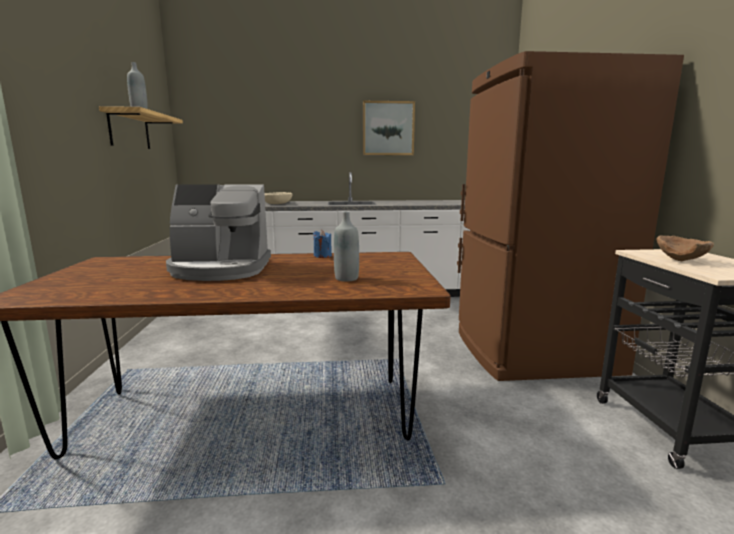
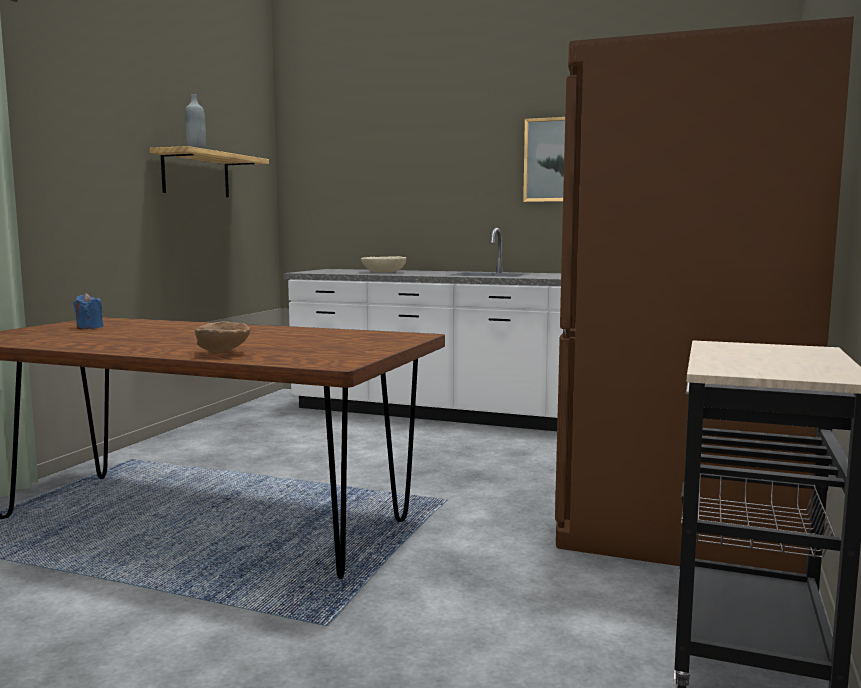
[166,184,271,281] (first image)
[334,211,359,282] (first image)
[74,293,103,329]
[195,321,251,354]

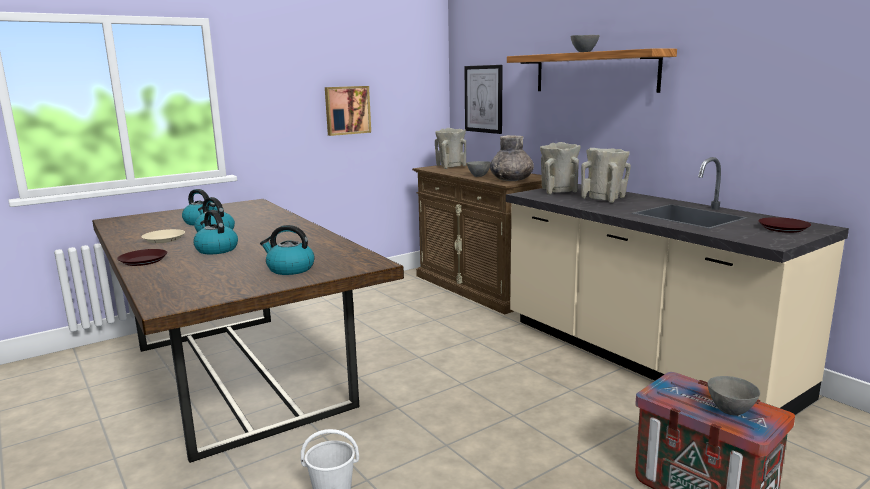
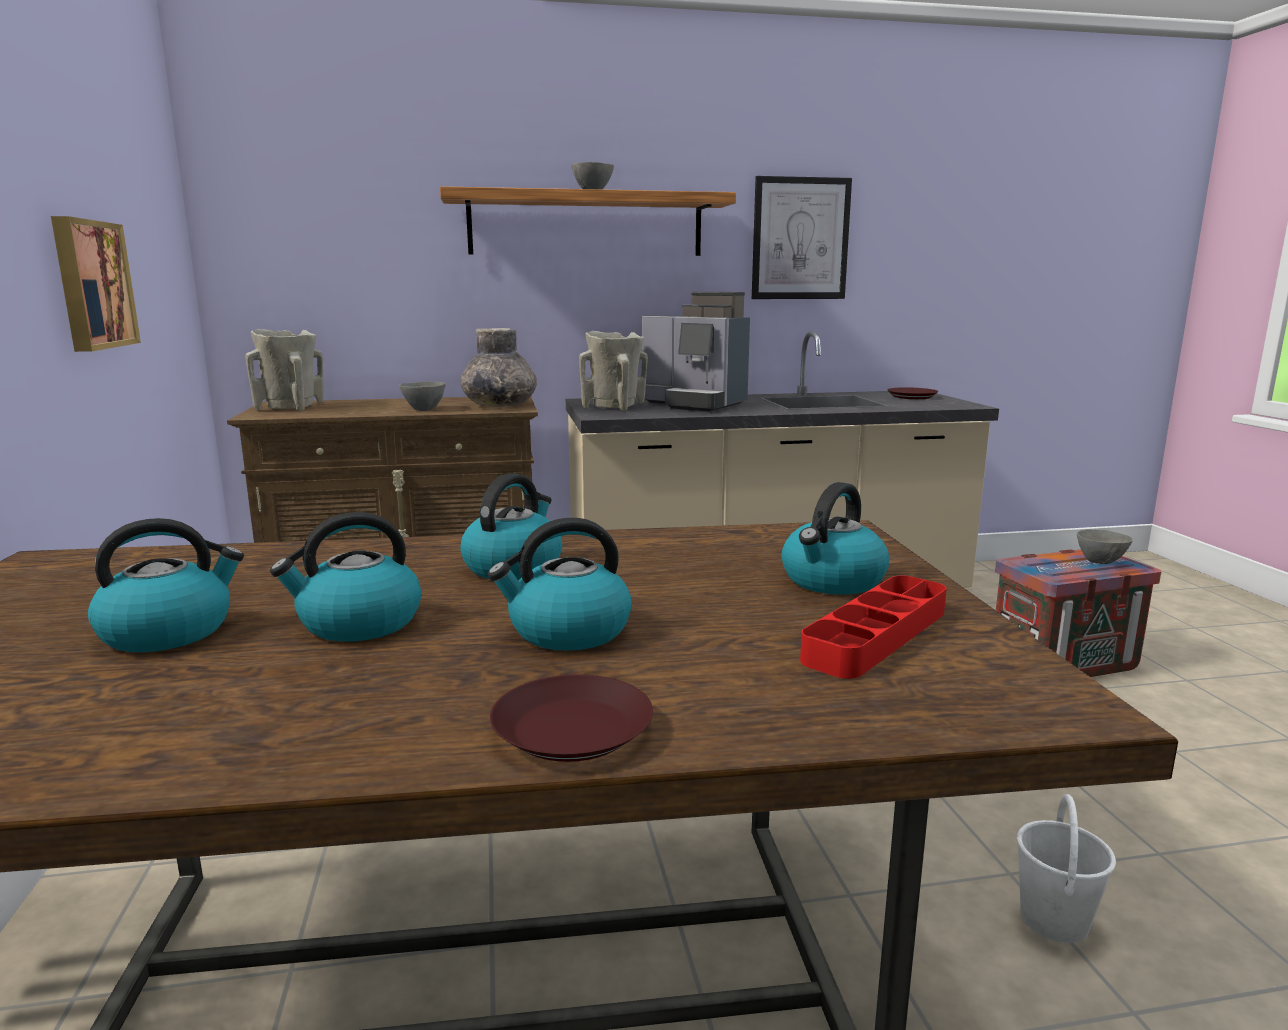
[752,176,852,299]
[642,292,750,412]
[141,229,185,243] (first image)
[460,473,562,580]
[800,576,947,679]

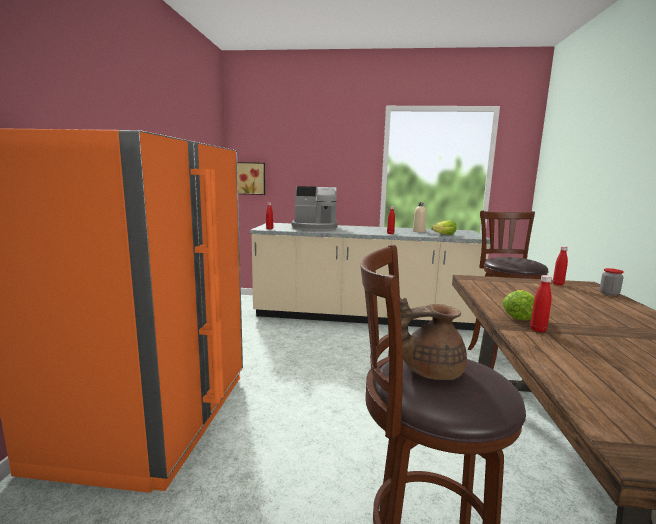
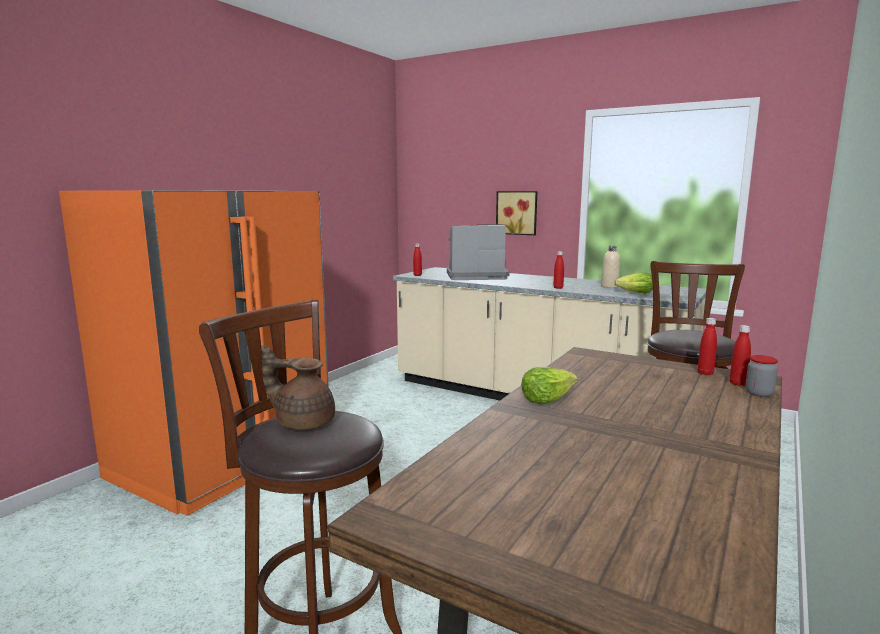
[496,191,537,235]
[447,224,509,280]
[730,325,751,386]

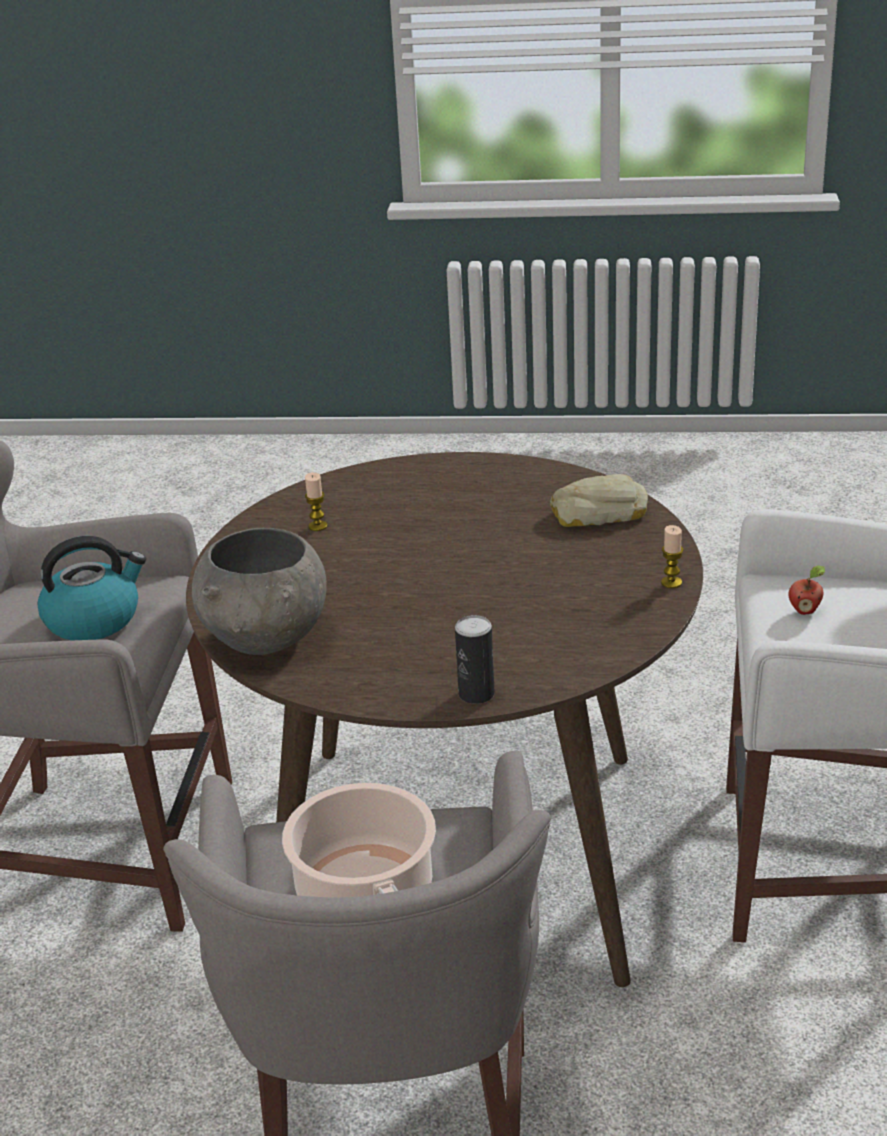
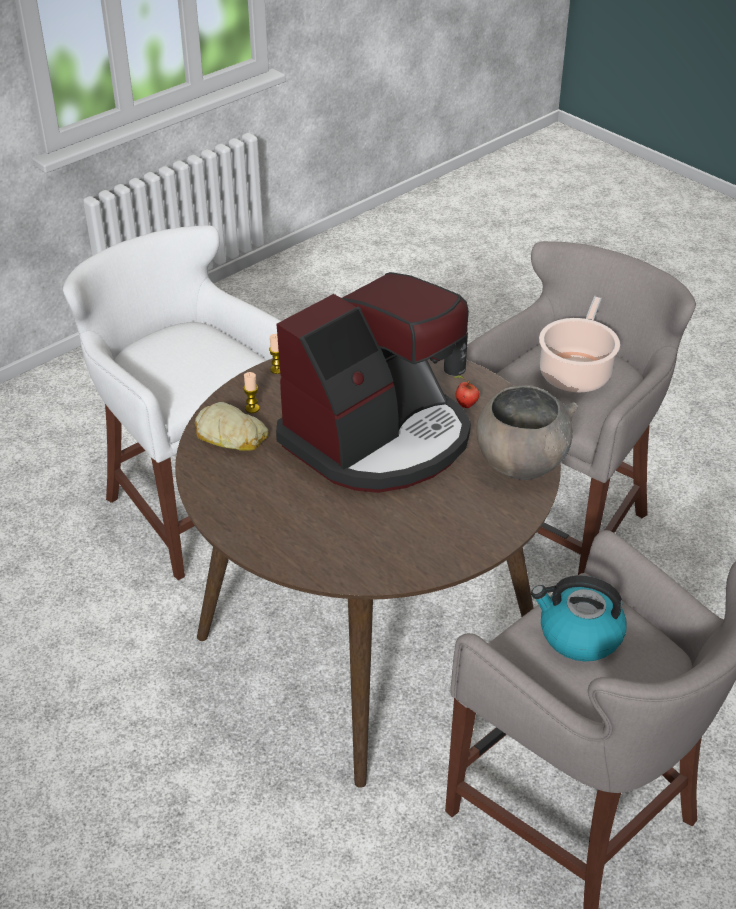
[243,372,260,413]
[453,376,480,408]
[276,272,471,493]

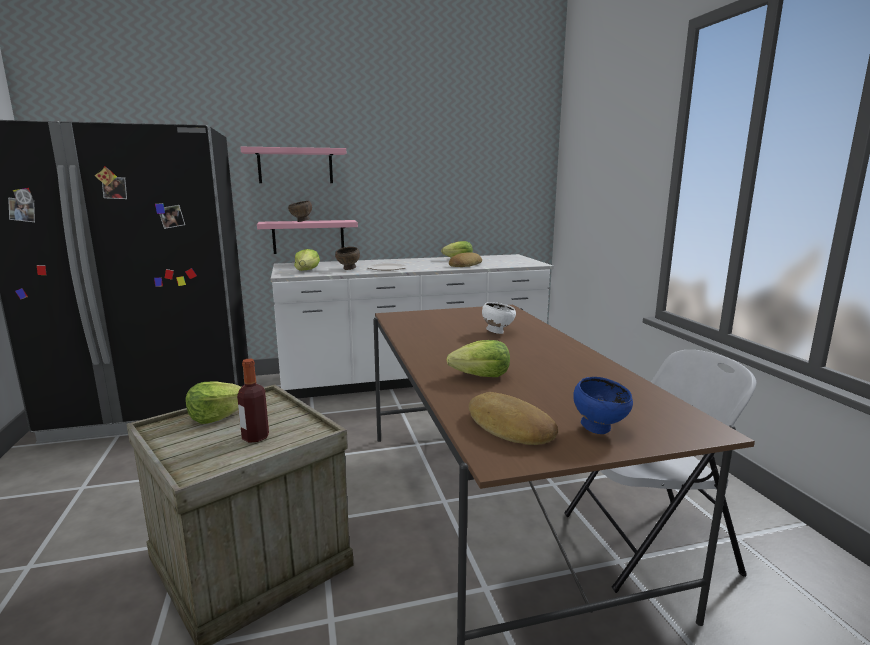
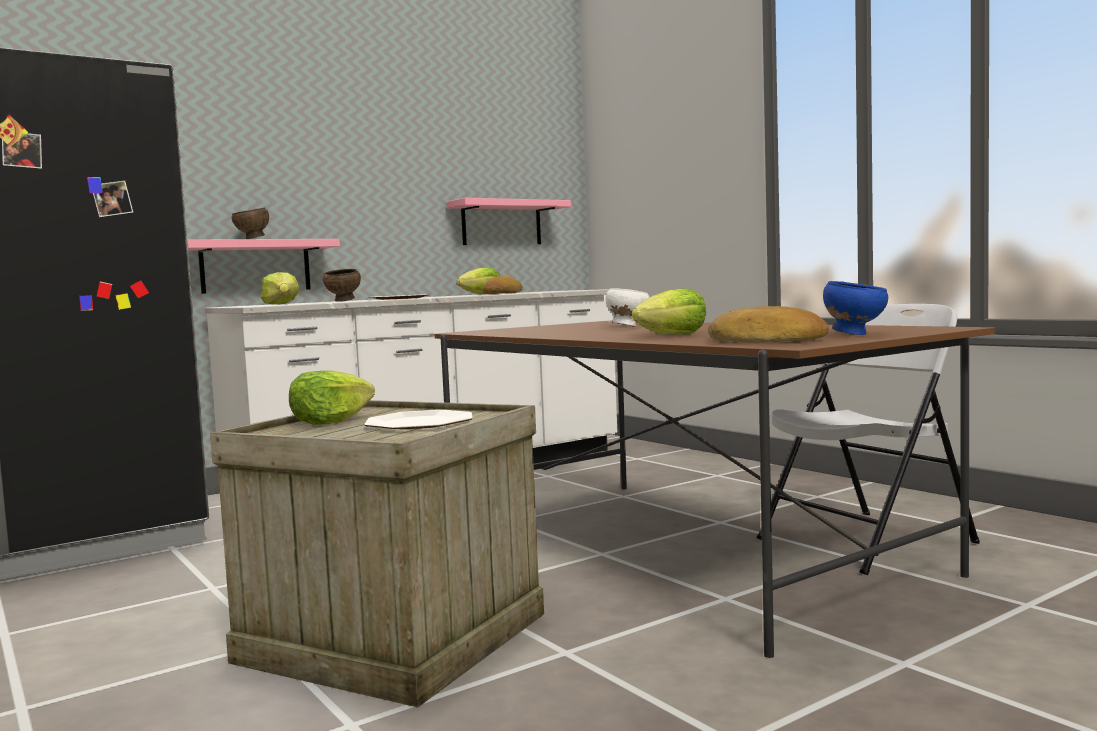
[447,198,572,245]
[364,410,472,429]

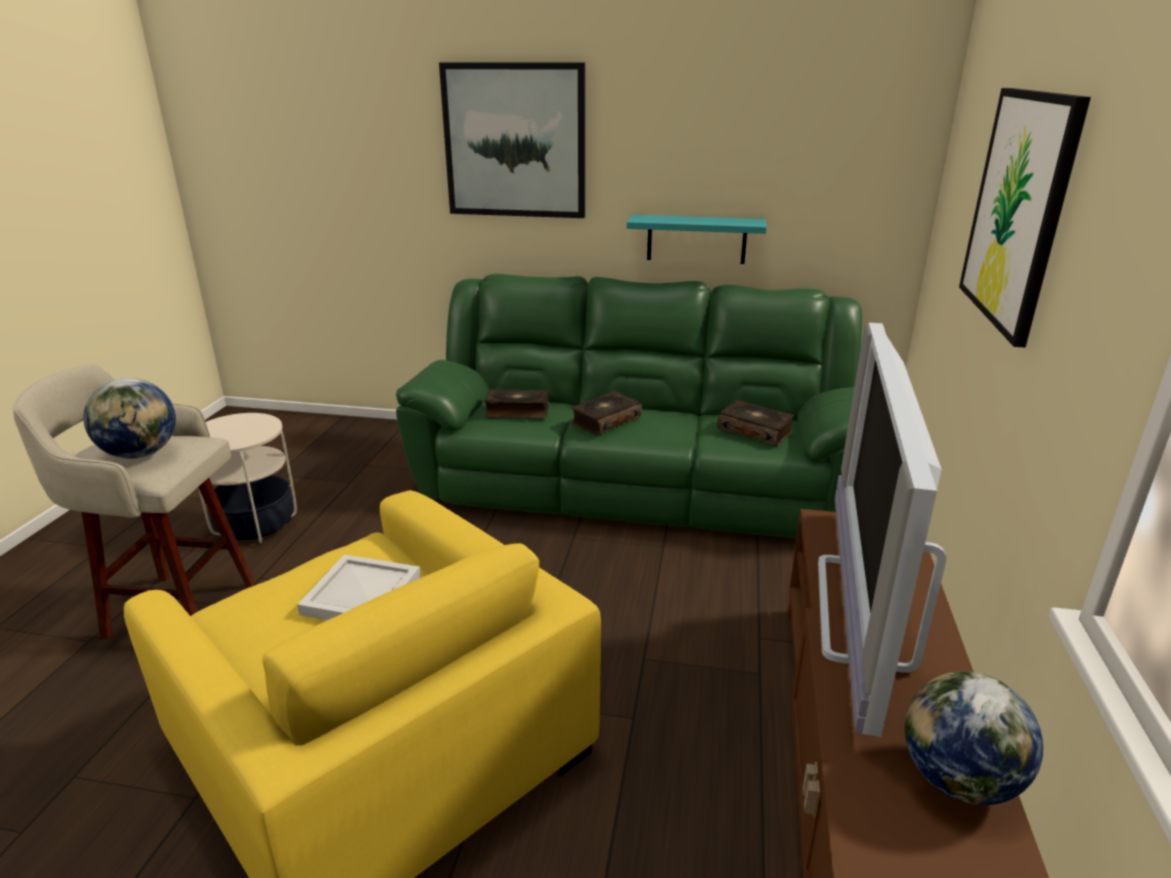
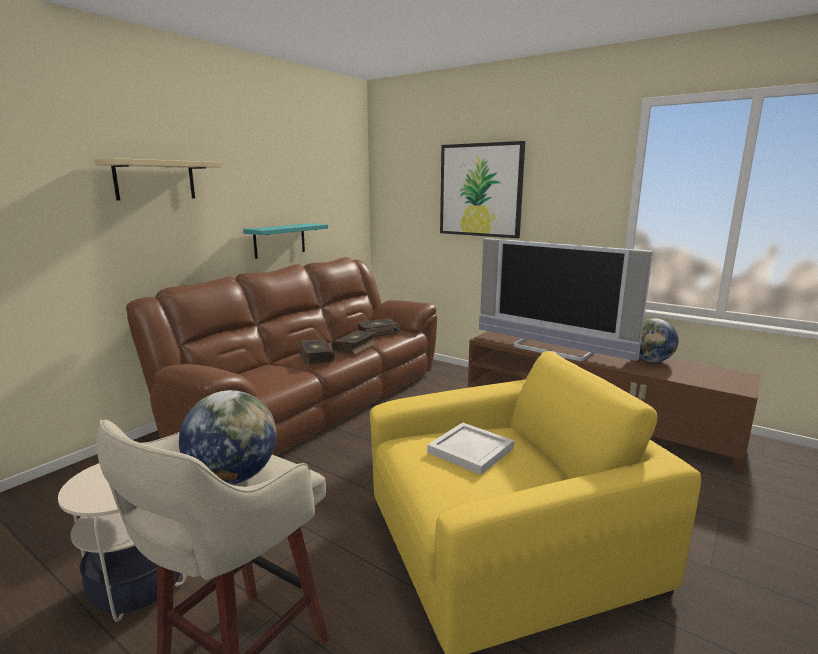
[94,158,221,201]
[126,257,437,456]
[332,330,375,355]

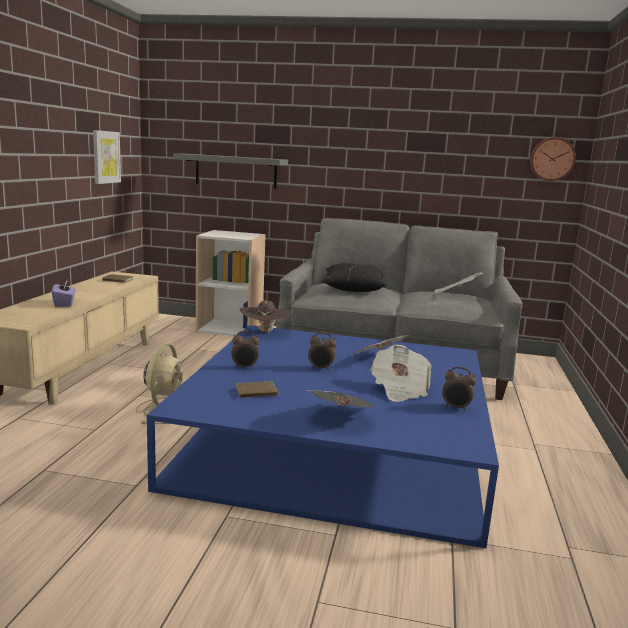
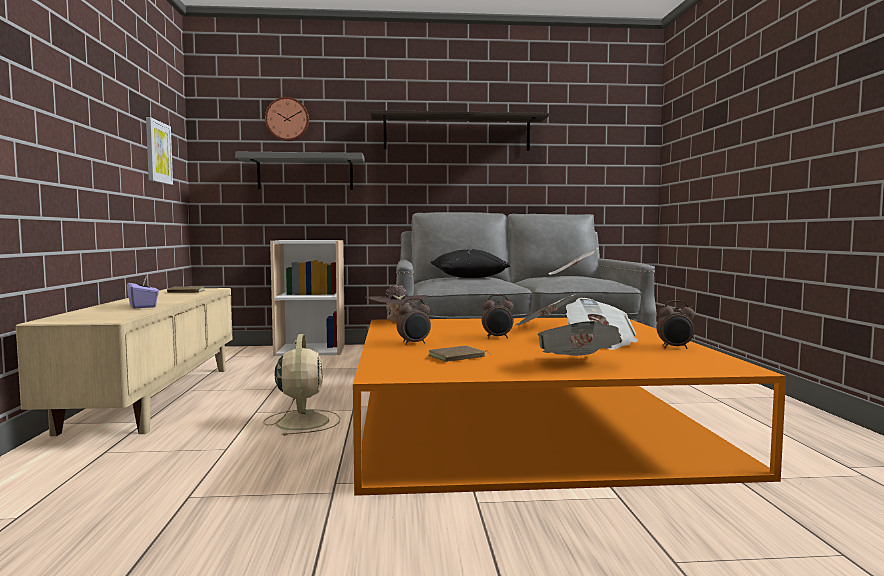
[265,97,309,141]
[353,318,786,496]
[370,110,549,151]

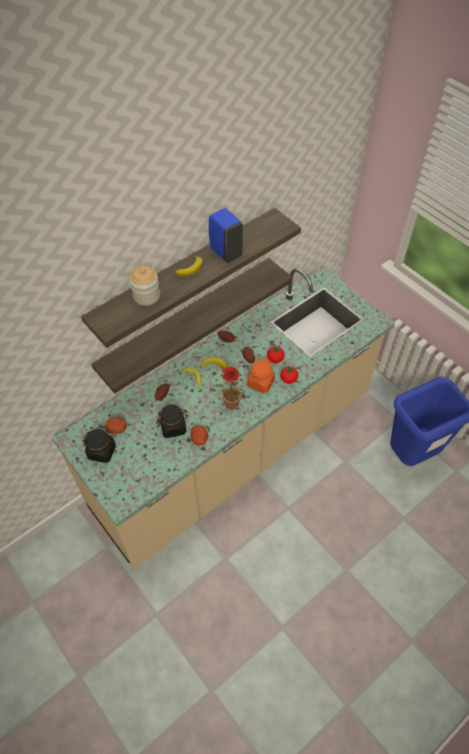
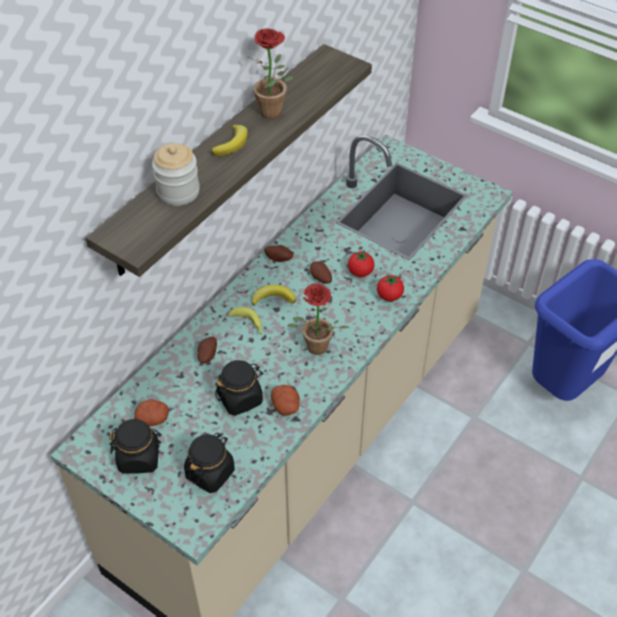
[247,29,293,119]
[91,258,293,394] (first image)
[247,358,275,393] (first image)
[184,433,235,493]

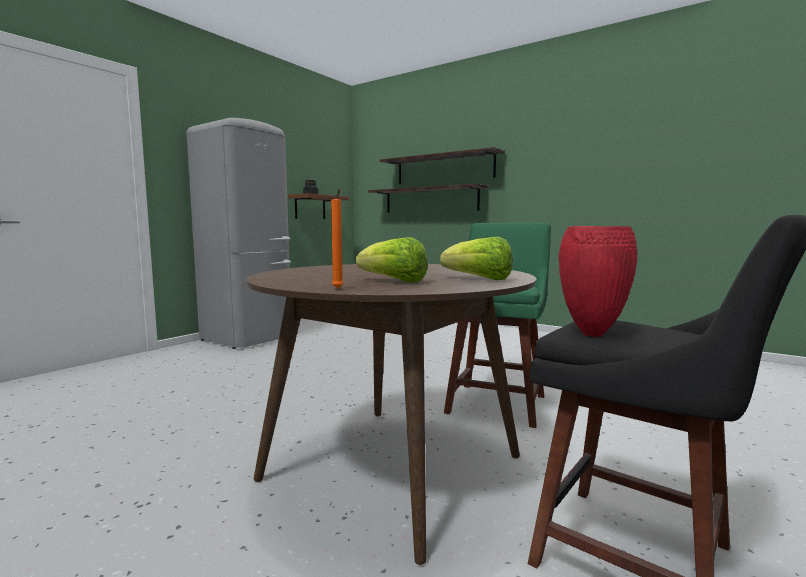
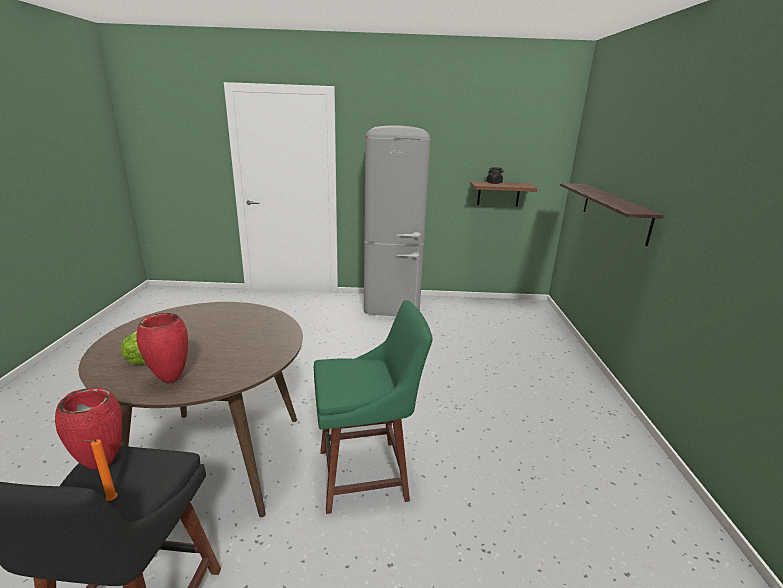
[380,147,505,184] (first image)
[85,439,117,501]
[136,313,188,383]

